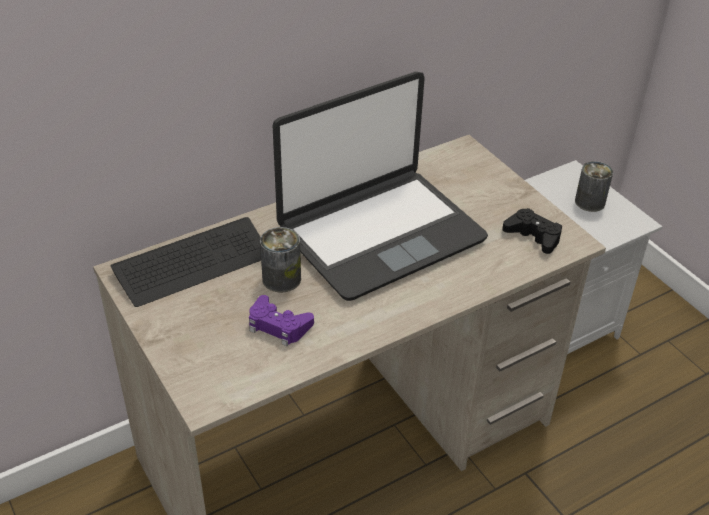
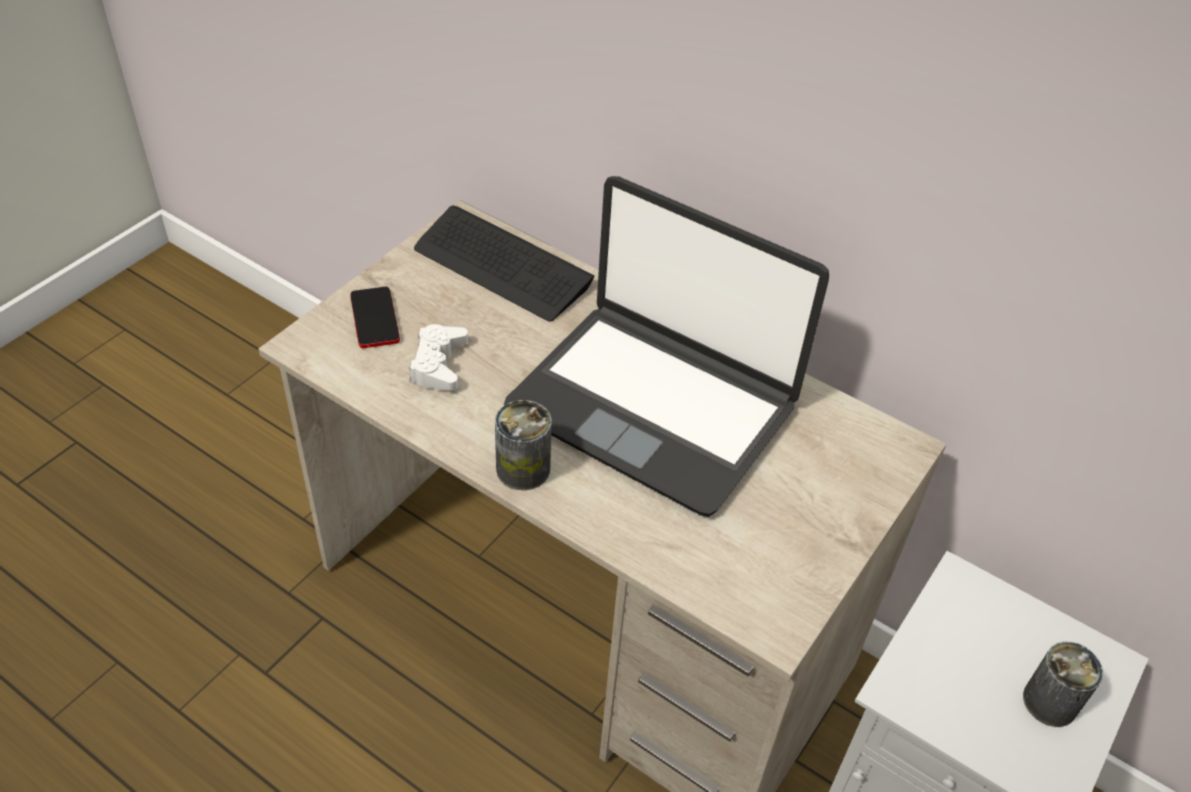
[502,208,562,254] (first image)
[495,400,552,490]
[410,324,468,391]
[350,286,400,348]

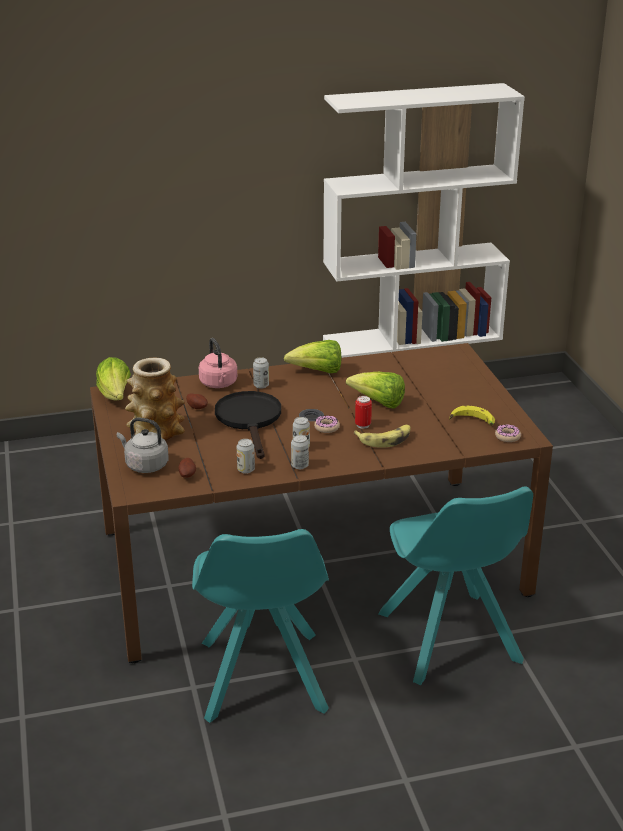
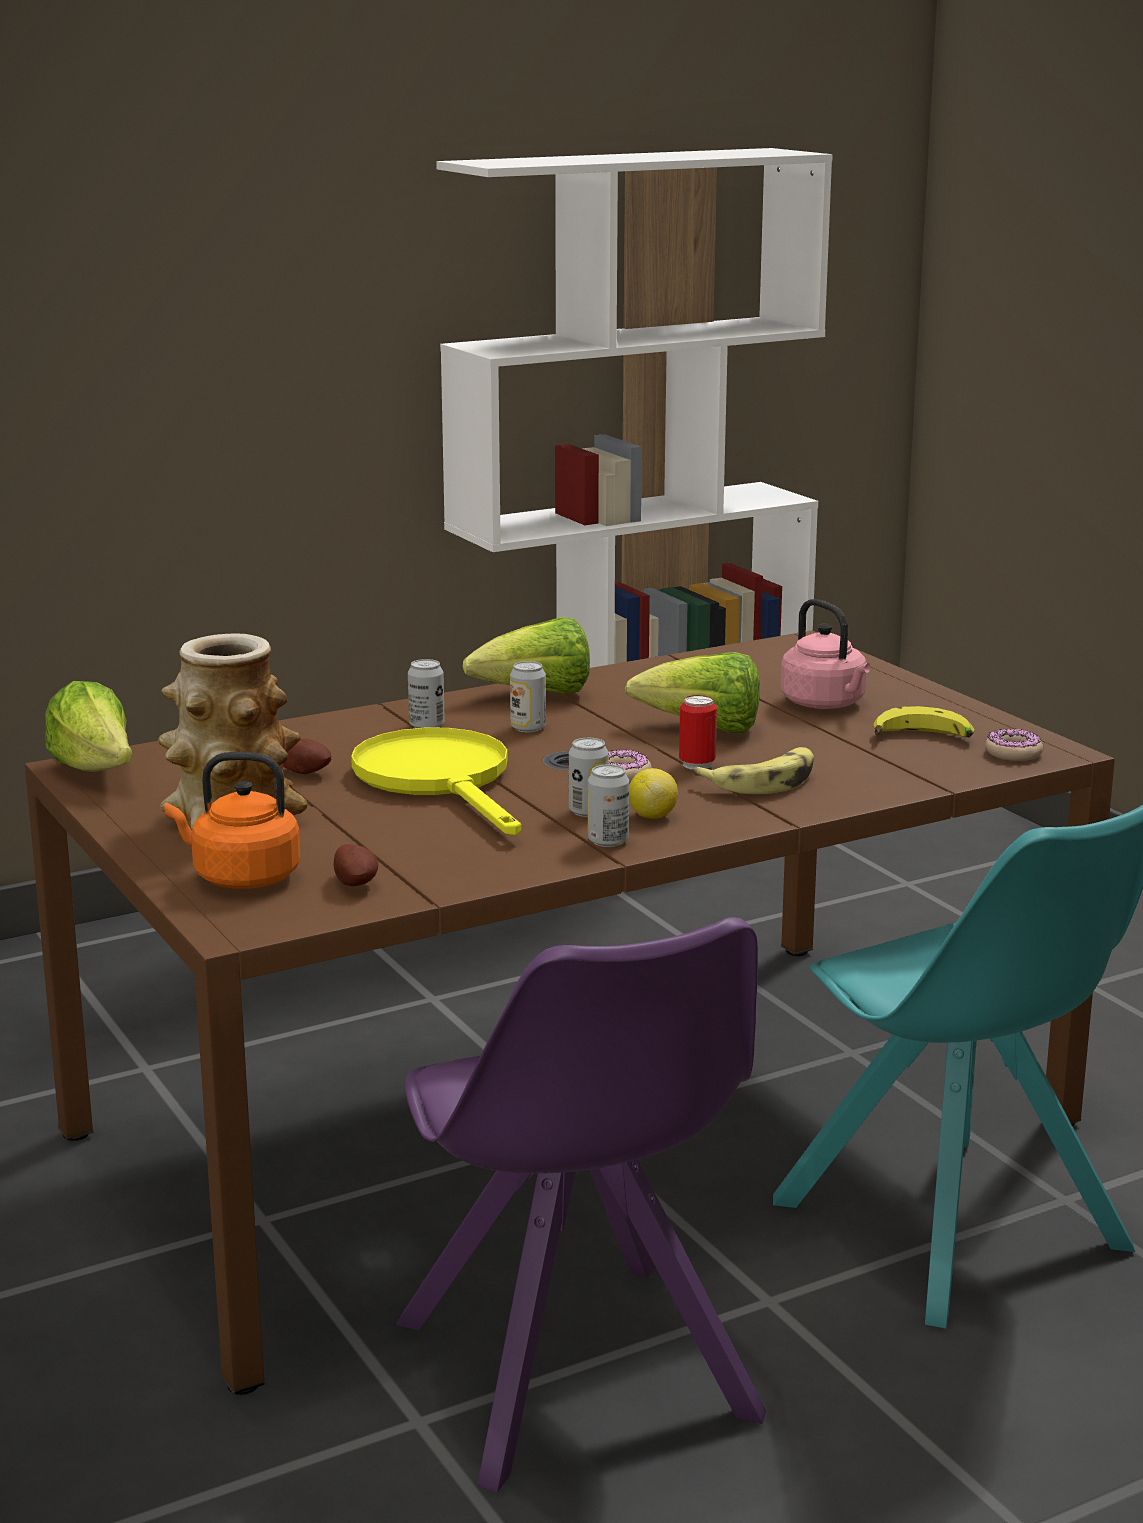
[781,599,870,709]
[351,727,521,835]
[165,752,300,889]
[510,661,546,733]
[396,917,766,1493]
[629,768,678,819]

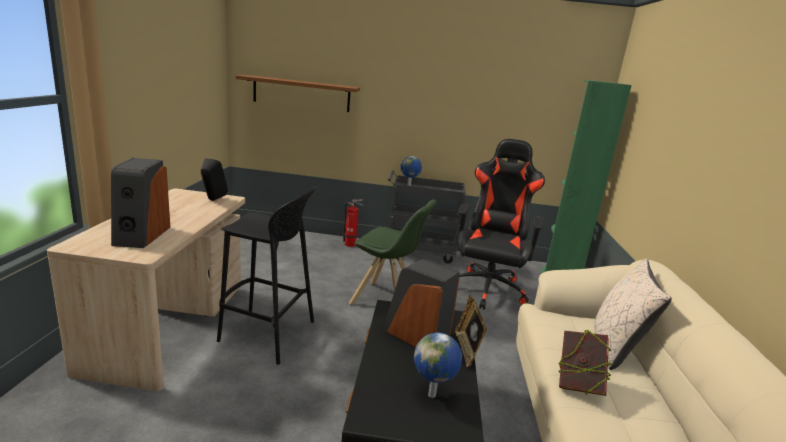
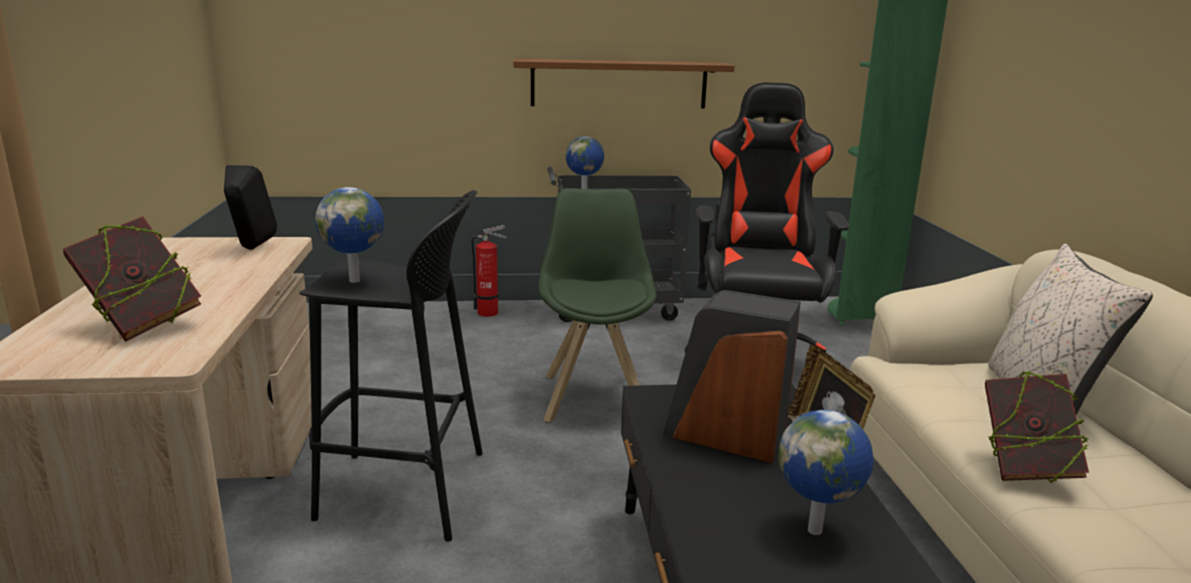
[513,59,735,108]
[63,216,201,342]
[538,188,657,423]
[315,187,384,283]

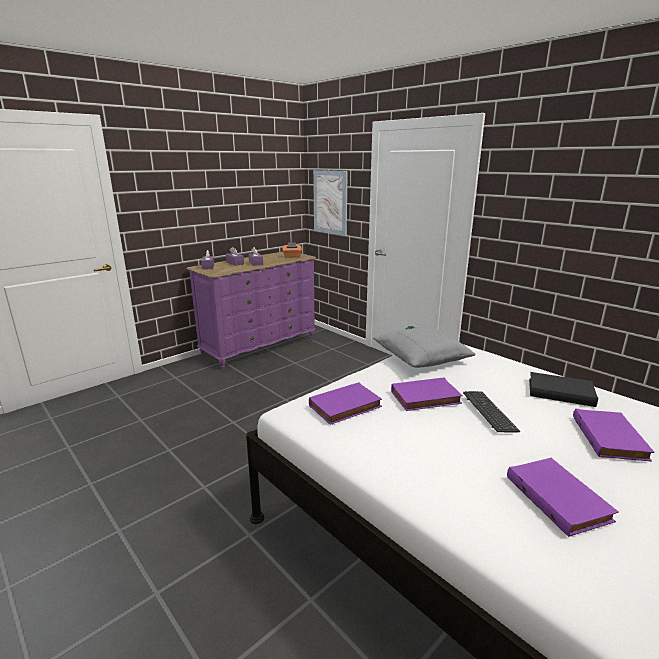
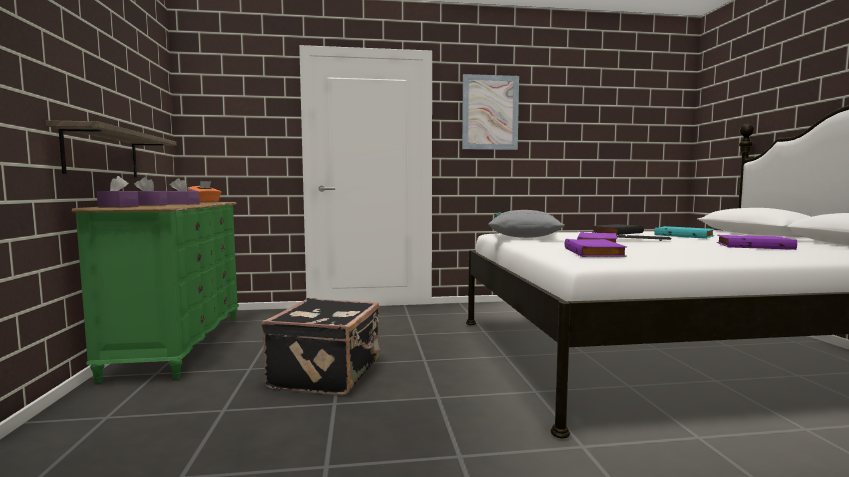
[462,74,519,150]
[71,202,239,384]
[654,226,715,239]
[46,120,177,178]
[261,298,381,395]

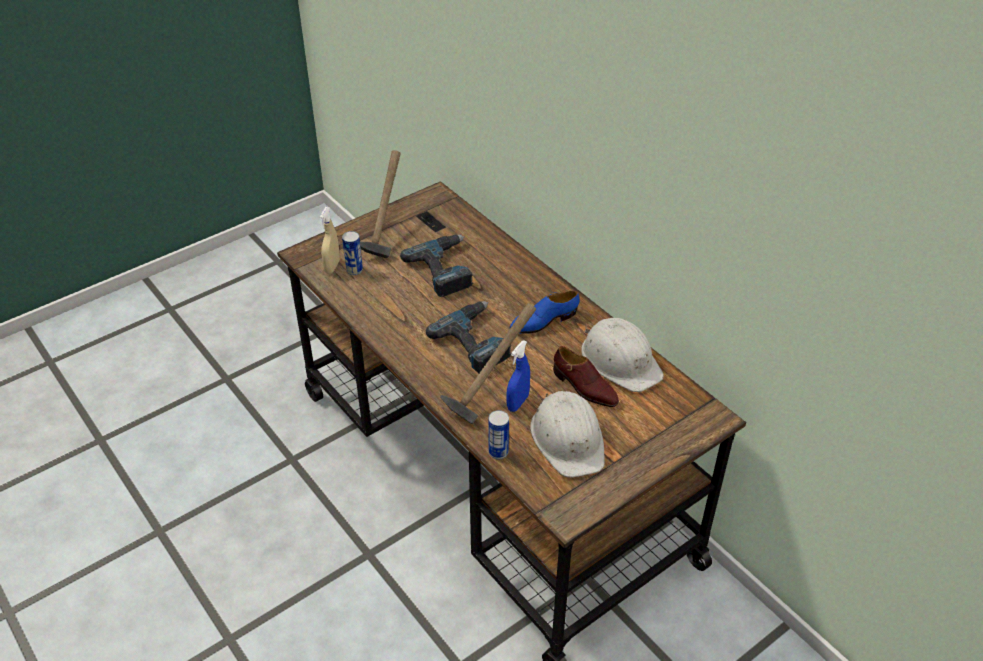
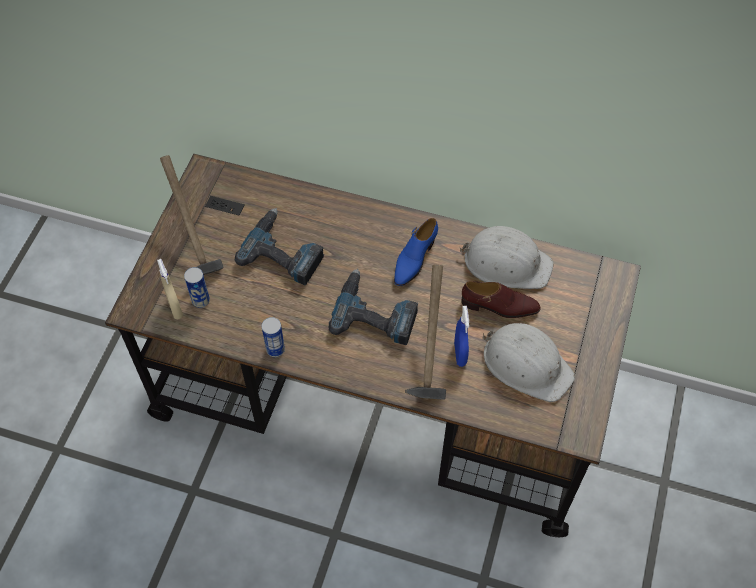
[262,317,285,357]

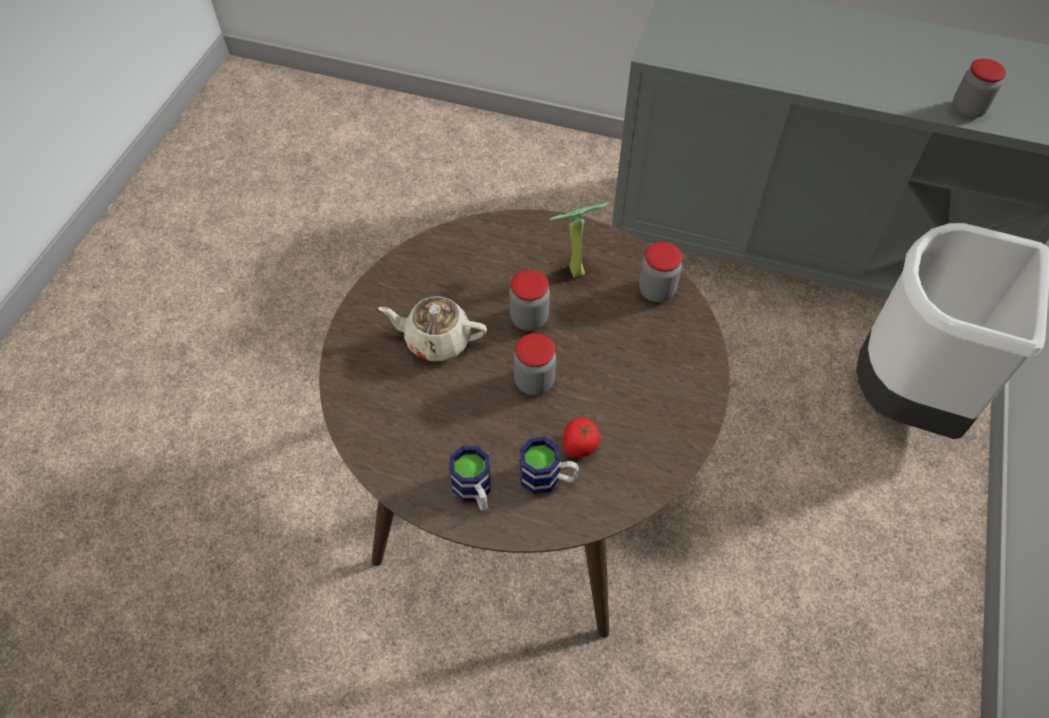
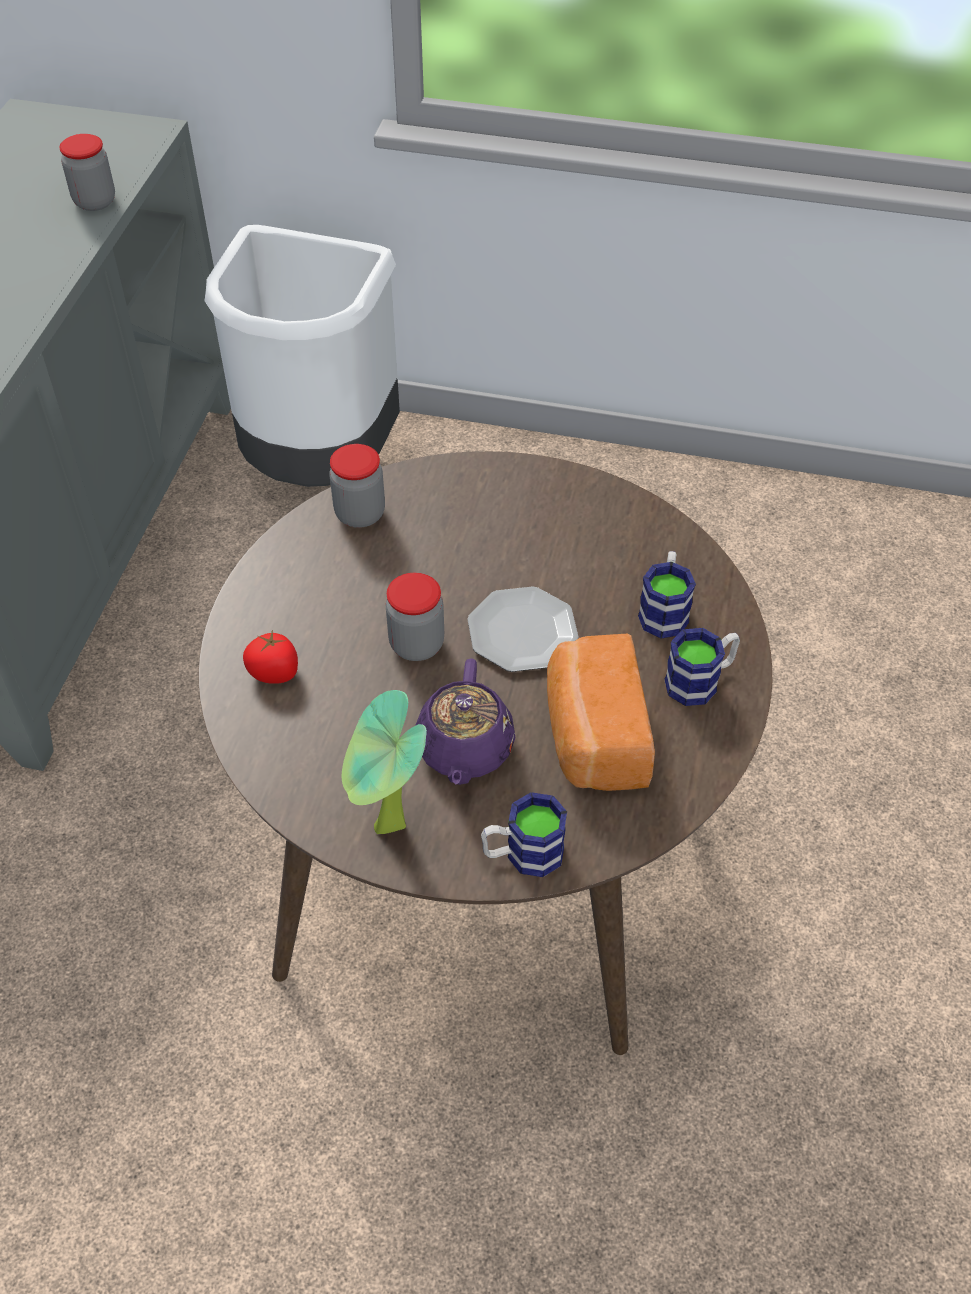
[342,690,427,834]
[415,658,516,785]
[468,586,579,672]
[243,629,298,684]
[547,634,655,791]
[481,792,567,877]

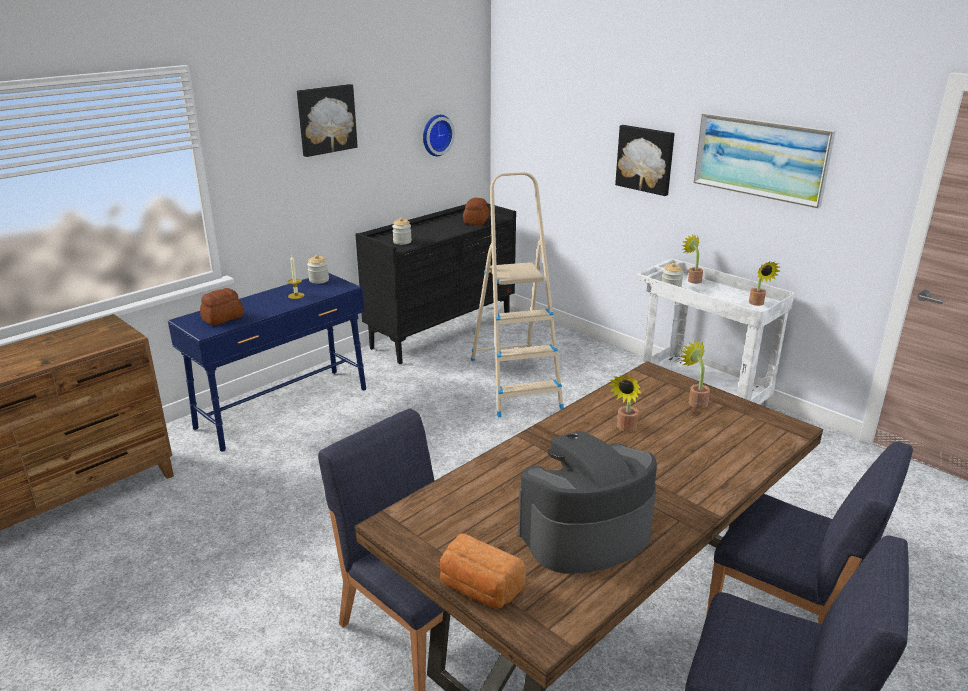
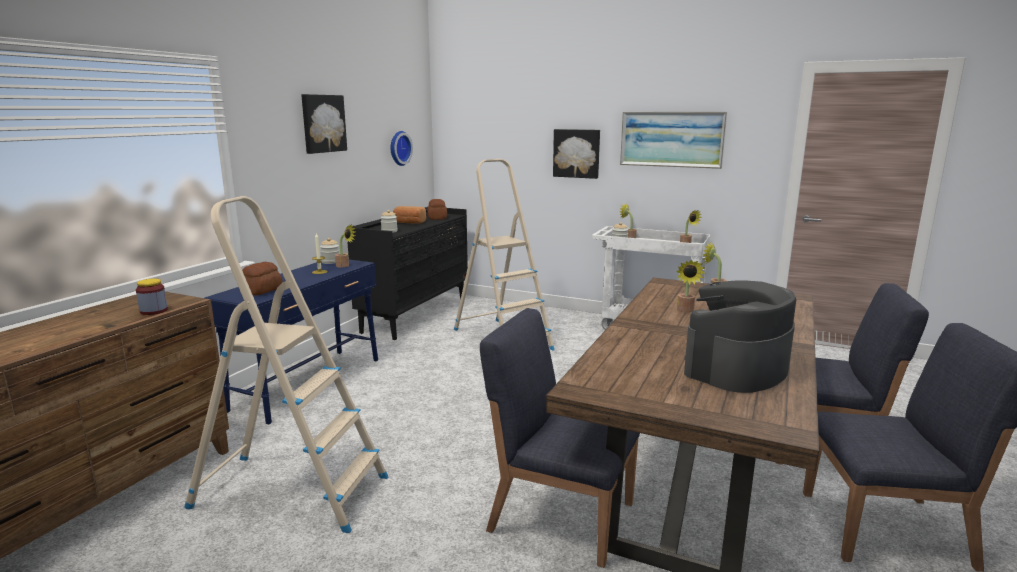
[393,206,426,224]
[184,196,389,533]
[335,224,355,267]
[136,278,168,315]

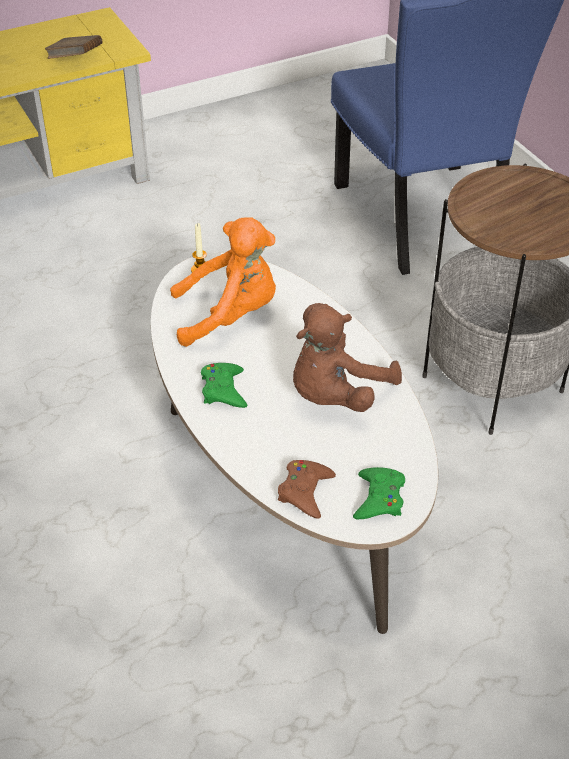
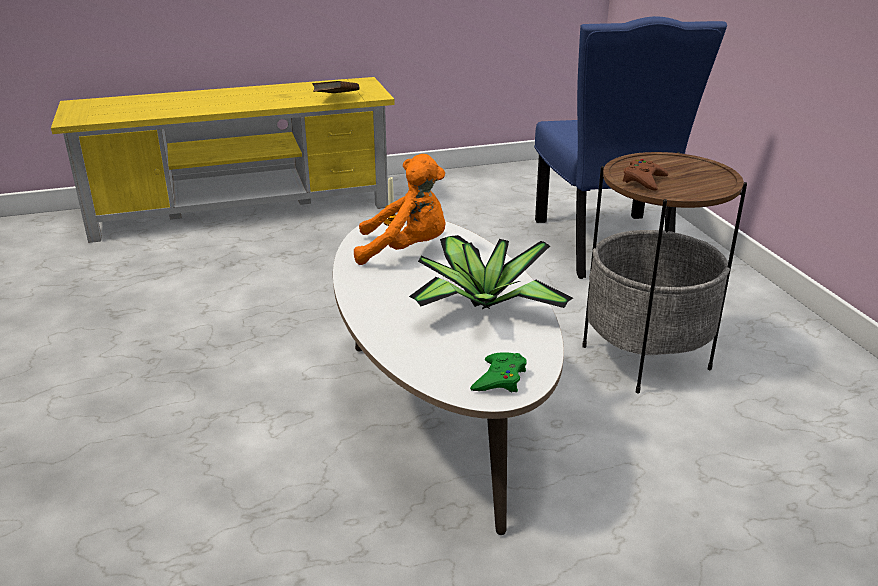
[409,235,573,310]
[201,363,248,408] (first image)
[622,159,668,191]

